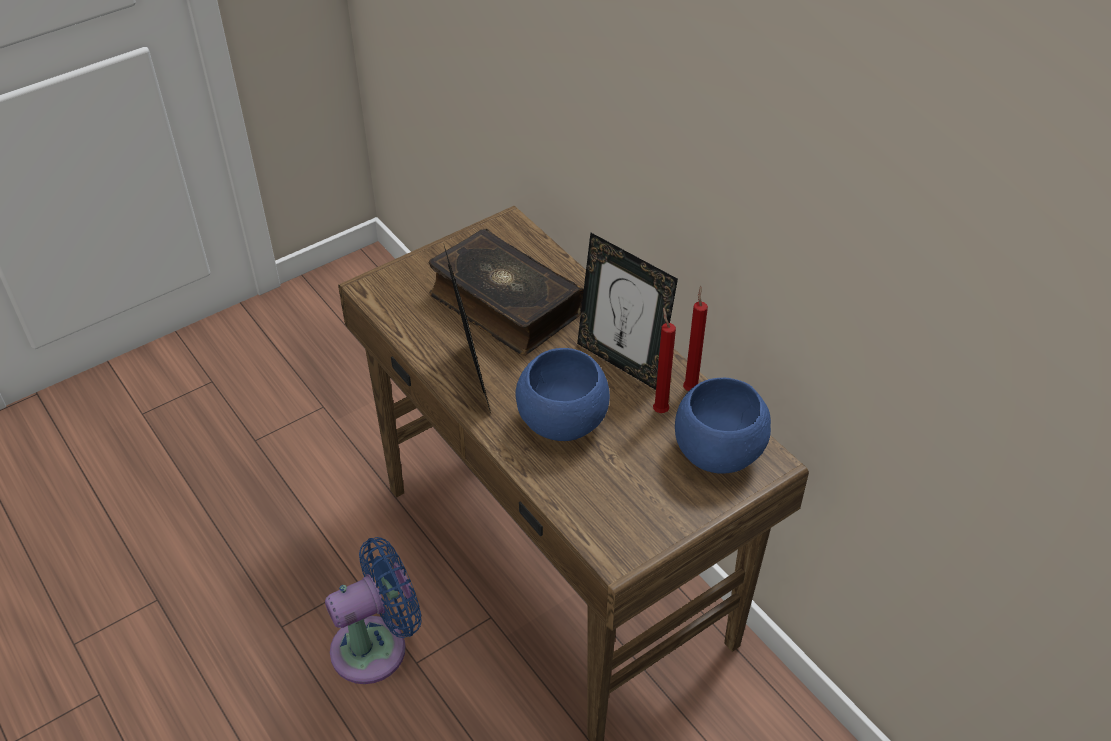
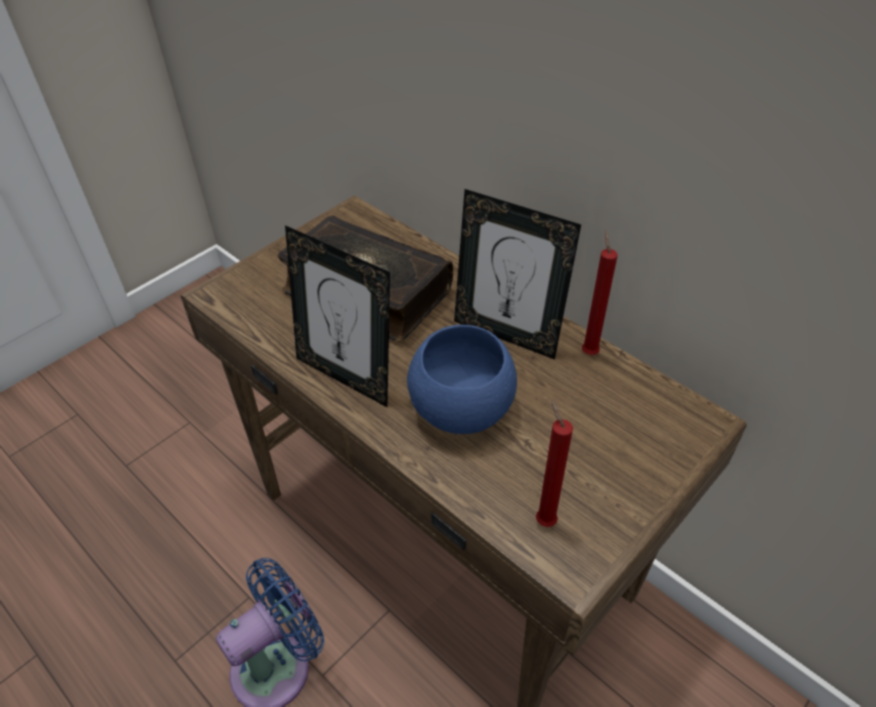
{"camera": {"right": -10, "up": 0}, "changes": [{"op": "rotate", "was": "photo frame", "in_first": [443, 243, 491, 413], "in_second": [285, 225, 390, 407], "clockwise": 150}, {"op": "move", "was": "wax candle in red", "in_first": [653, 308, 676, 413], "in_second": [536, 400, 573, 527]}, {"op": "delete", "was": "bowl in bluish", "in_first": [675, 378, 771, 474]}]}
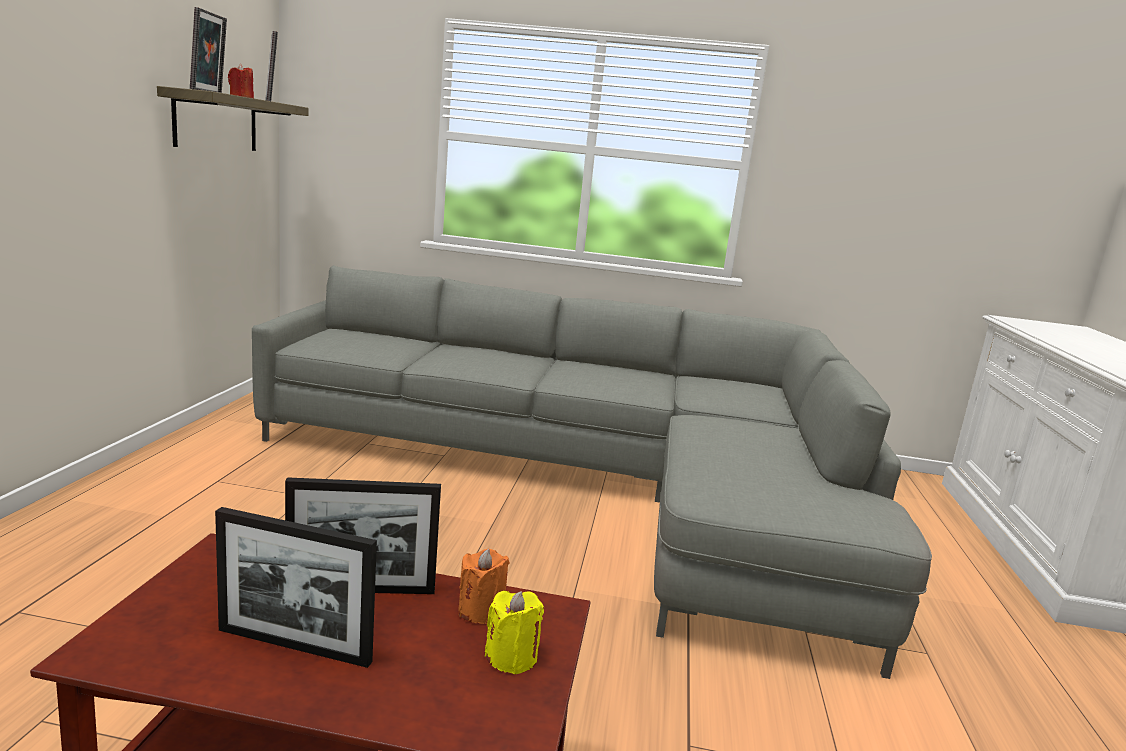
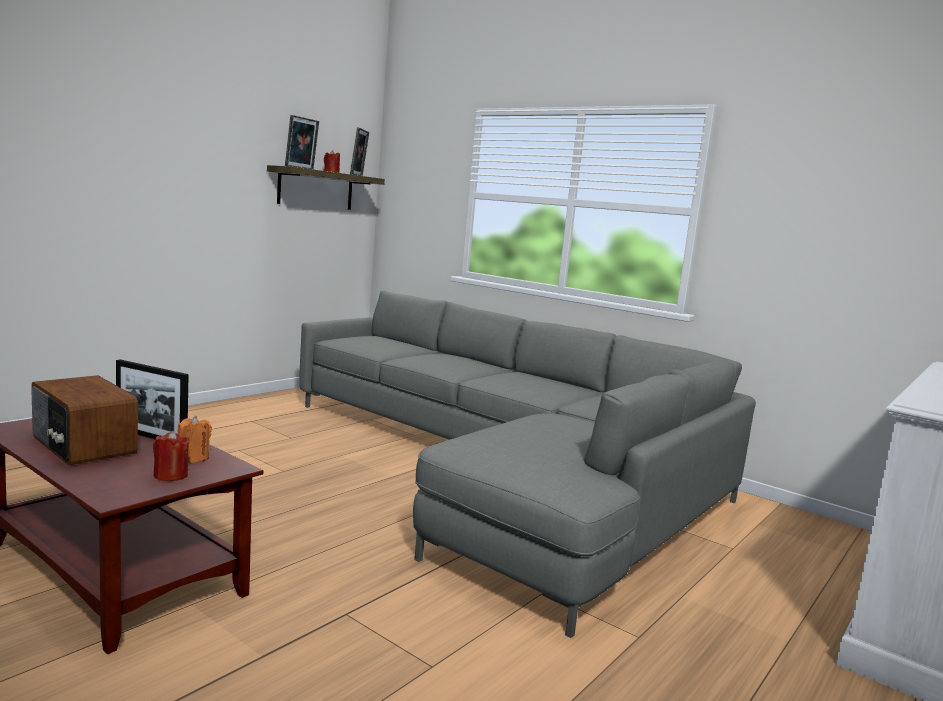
{"camera": {"right": 30, "up": -5}, "changes": [{"op": "replace", "was": "photo frame", "now": "radio set", "in_first": [215, 507, 377, 668], "in_second": [32, 375, 138, 465]}, {"op": "recolor", "was": "wax candle in yellow-coloured", "now": "wax candle in red", "in_first": [484, 591, 544, 675], "in_second": [153, 431, 189, 481]}]}
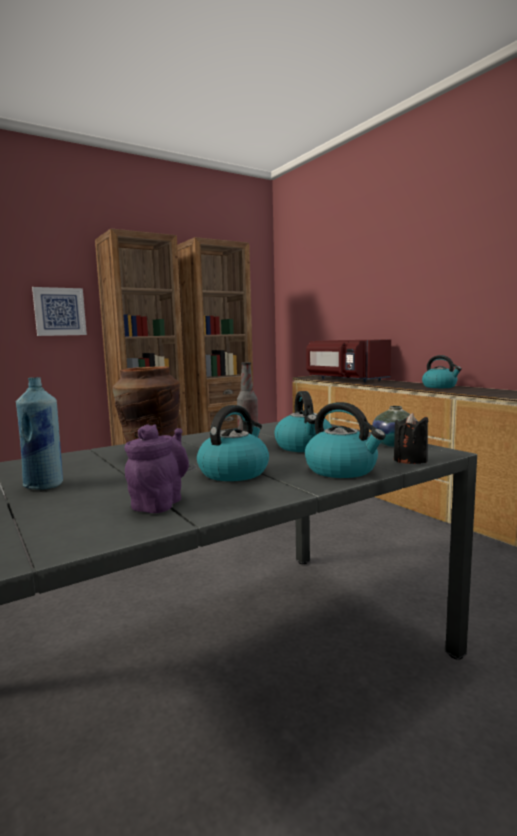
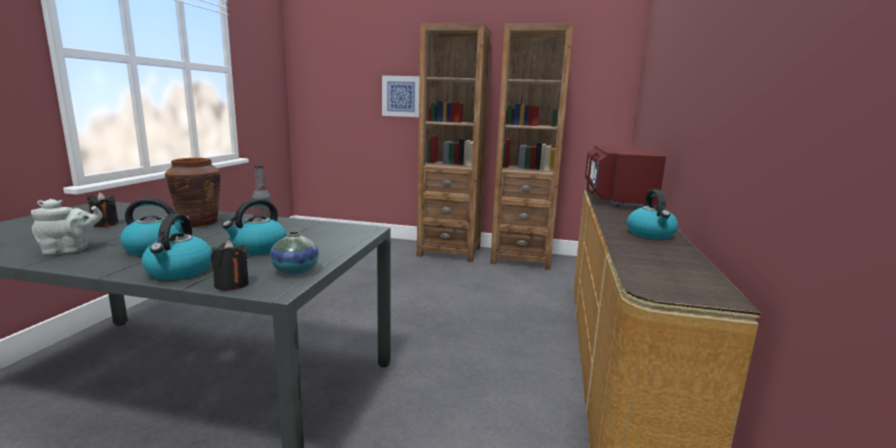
{"camera": {"right": 45, "up": 5}, "changes": [{"op": "replace", "was": "bottle in bluish", "now": "wax candle in blackish", "in_first": [16, 377, 63, 490], "in_second": [87, 192, 119, 227]}, {"op": "recolor", "was": "teapot in purple-coloured", "now": "teapot in gray", "in_first": [124, 424, 189, 513], "in_second": [31, 199, 103, 255]}]}
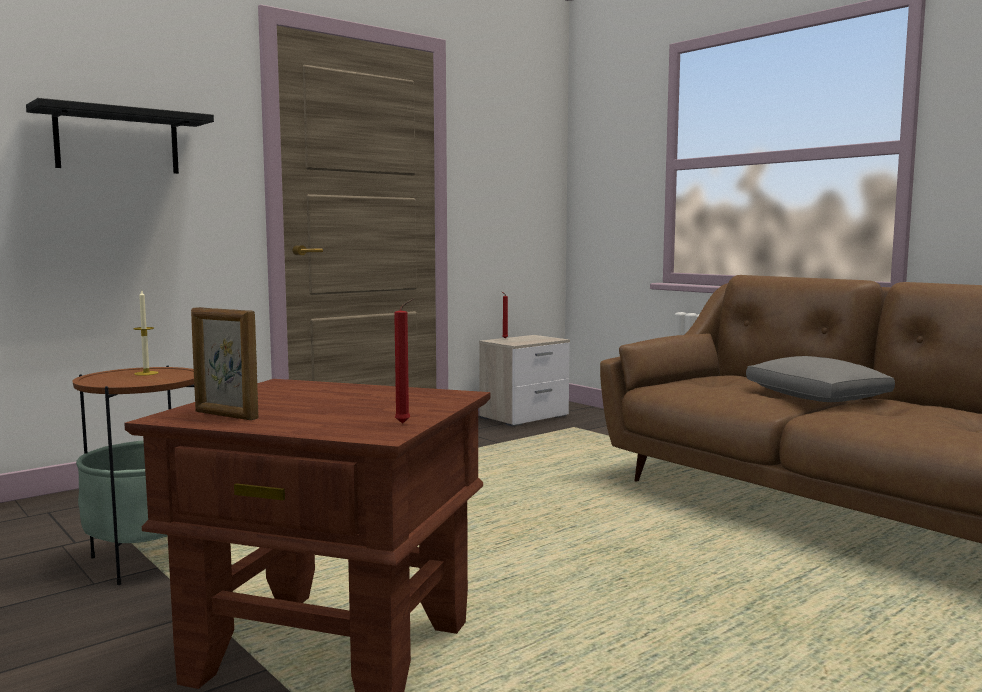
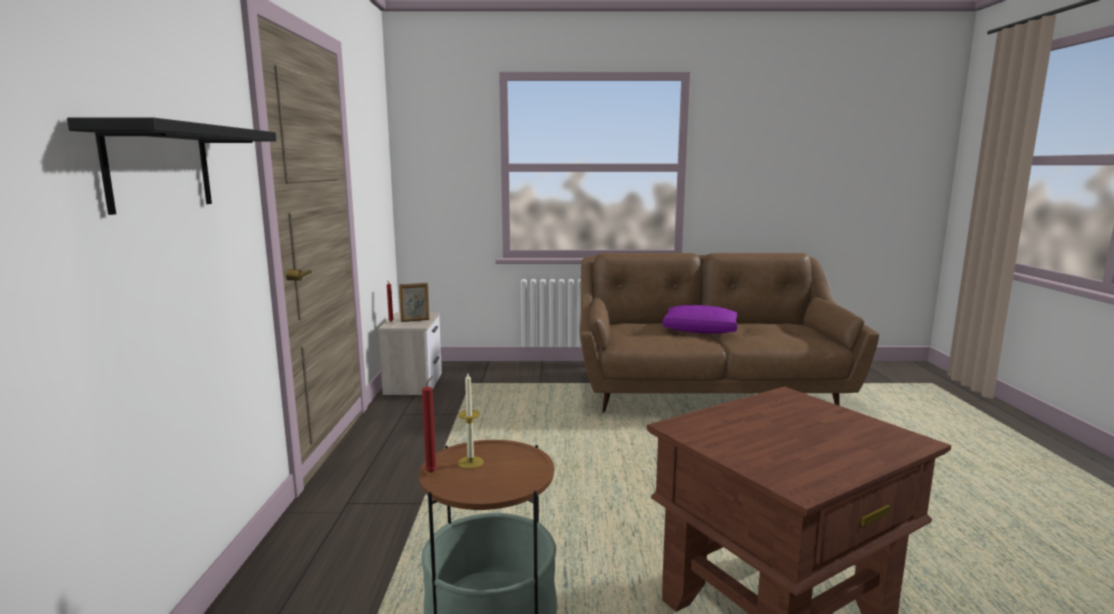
{"camera": {"right": -50, "up": 5}, "changes": [{"op": "move", "was": "photo frame", "in_first": [191, 307, 259, 420], "in_second": [399, 283, 429, 322]}, {"op": "move", "was": "wax candle in red", "in_first": [394, 299, 414, 424], "in_second": [422, 376, 437, 473]}, {"op": "recolor", "was": "cushion in gray", "now": "cushion in purple-coloured", "in_first": [746, 356, 895, 402], "in_second": [663, 305, 737, 334]}]}
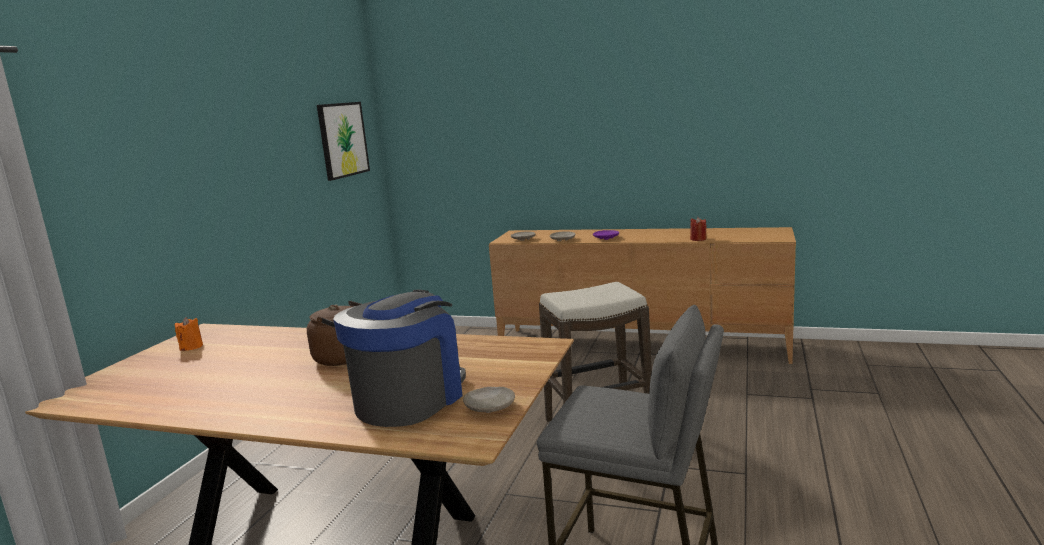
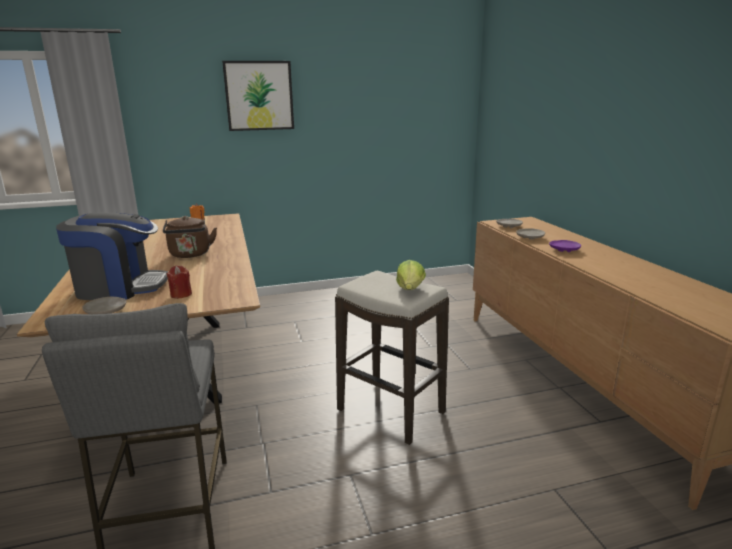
{"camera": {"right": 55, "up": 5}, "changes": [{"op": "move", "was": "wall picture", "in_first": [317, 102, 370, 181], "in_second": [222, 61, 294, 131]}, {"op": "move", "was": "wax candle in red", "in_first": [690, 217, 707, 241], "in_second": [167, 266, 192, 299]}, {"op": "insert", "now": "head of lettuce", "in_second": [396, 260, 426, 290]}]}
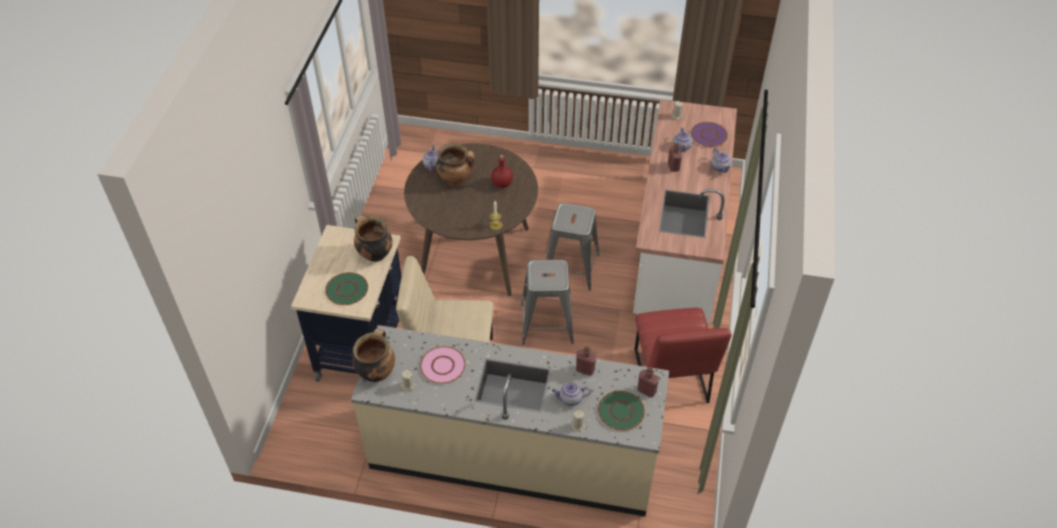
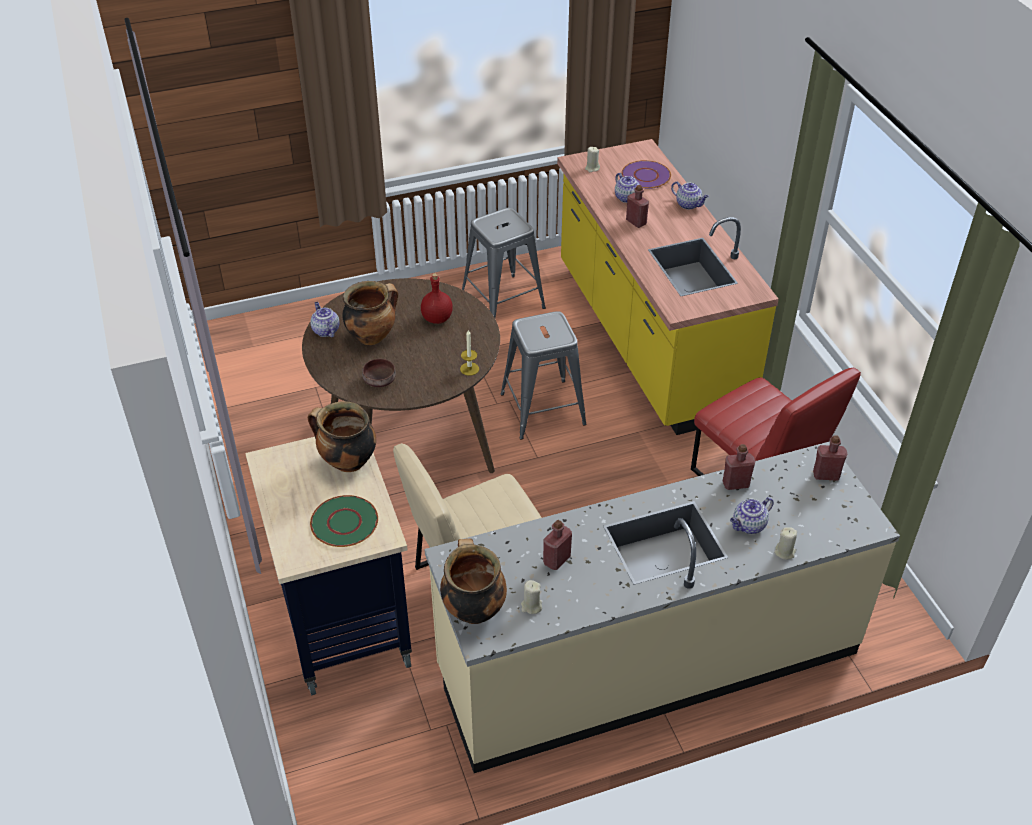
{"camera": {"right": -30, "up": -5}, "changes": [{"op": "replace", "was": "dinner plate in pinkish", "now": "bottle in red", "in_first": [420, 346, 465, 384], "in_second": [543, 520, 572, 570]}, {"op": "move", "was": "stool seat in gray", "in_first": [521, 260, 574, 345], "in_second": [462, 208, 546, 318]}, {"op": "delete", "was": "dinner plate in greenish", "in_first": [598, 391, 645, 431]}, {"op": "recolor", "was": "kitchen counter in whitish", "now": "kitchen counter in yellow-coloured", "in_first": [633, 99, 737, 325], "in_second": [557, 139, 779, 435]}, {"op": "insert", "now": "bowl in brownish", "in_second": [362, 359, 396, 387]}]}
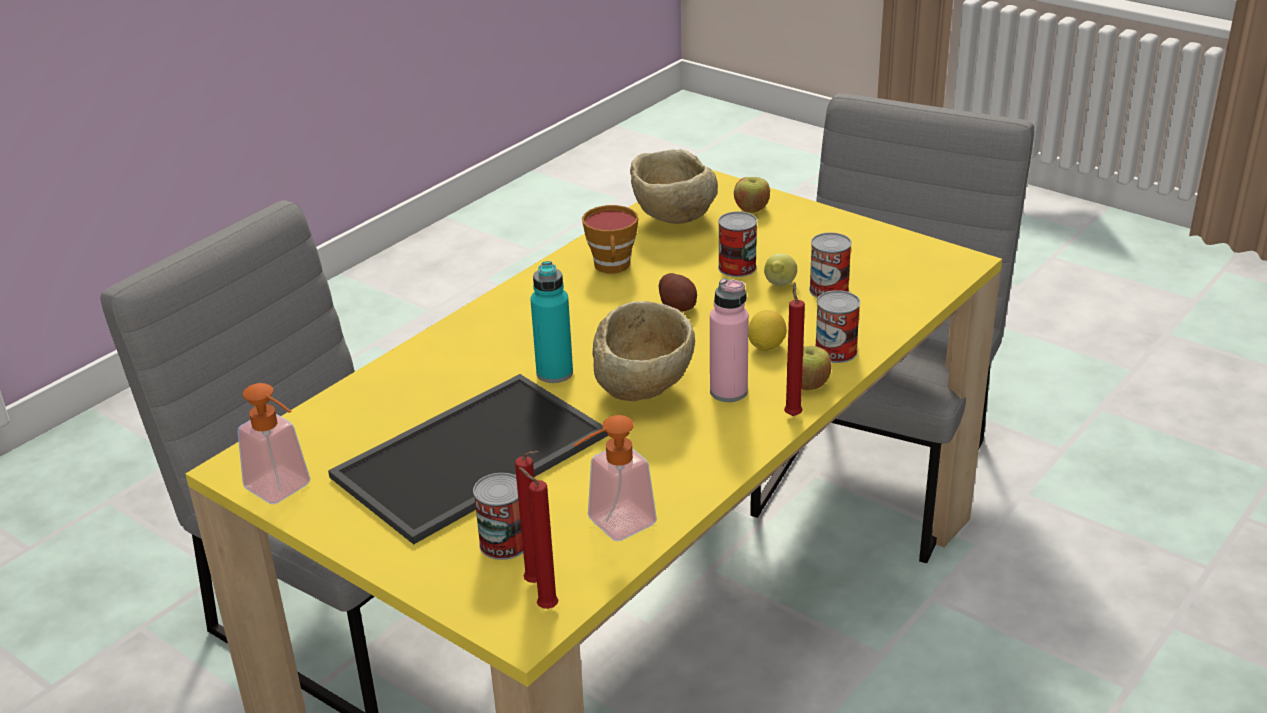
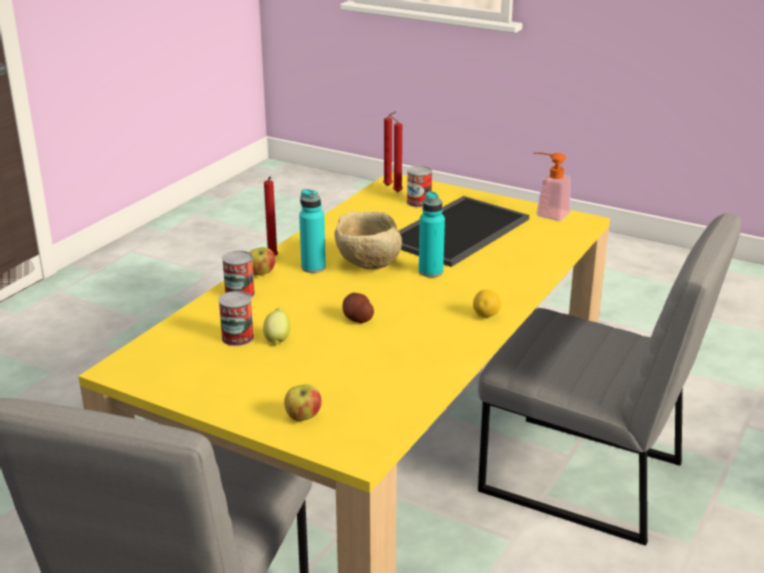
{"camera": {"right": 170, "up": -5}, "changes": [{"op": "delete", "was": "soap dispenser", "in_first": [573, 415, 657, 541]}, {"op": "delete", "was": "cup", "in_first": [582, 205, 638, 273]}, {"op": "delete", "was": "bowl in sand-coloured", "in_first": [630, 149, 718, 224]}, {"op": "recolor", "was": "bottle in pinkish", "now": "bottle in turquoise", "in_first": [710, 278, 749, 402], "in_second": [299, 189, 326, 273]}, {"op": "delete", "was": "can", "in_first": [718, 211, 757, 277]}, {"op": "move", "was": "whole lemon", "in_first": [748, 310, 787, 351], "in_second": [473, 289, 501, 317]}]}
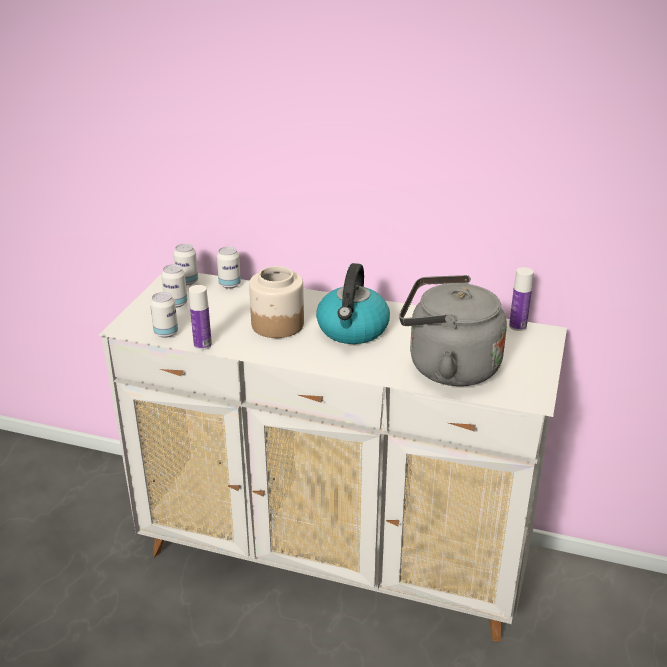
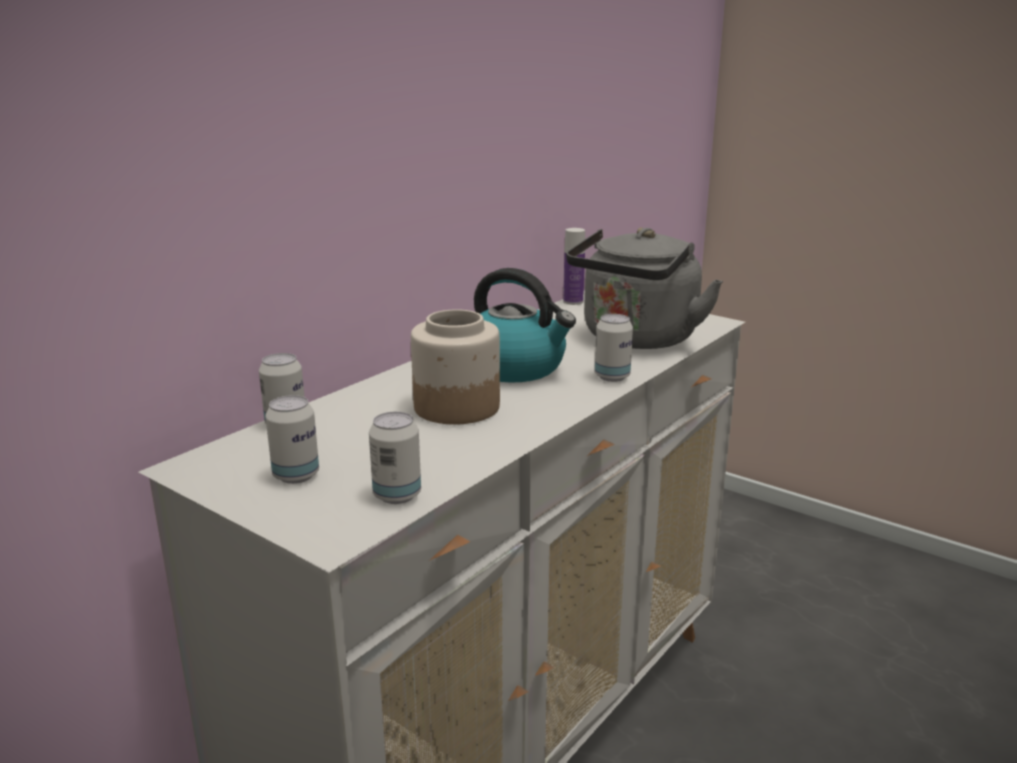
{"camera": {"right": -70, "up": -10}, "changes": [{"op": "move", "was": "can", "in_first": [173, 244, 198, 285], "in_second": [595, 314, 633, 382]}, {"op": "delete", "was": "bottle", "in_first": [189, 285, 212, 350]}]}
